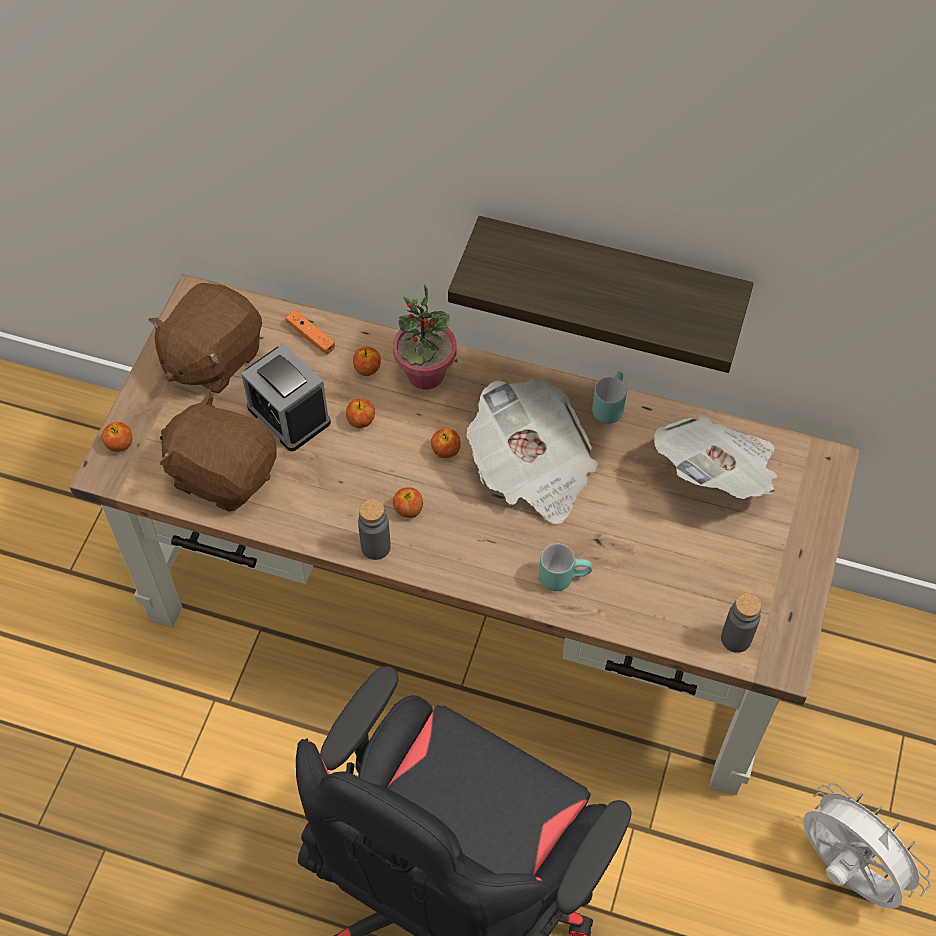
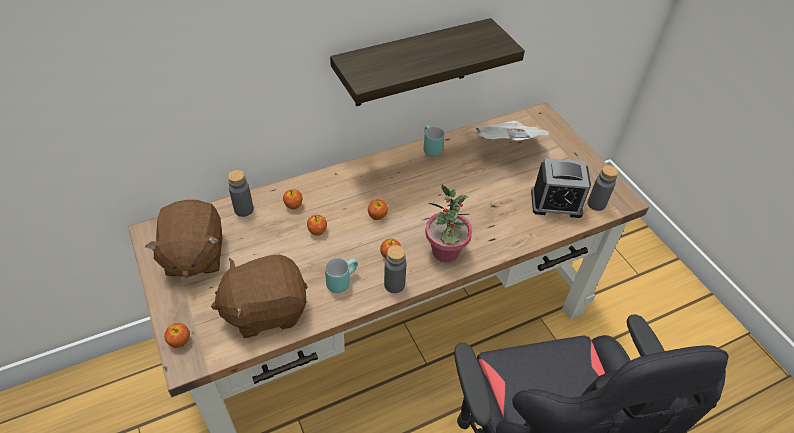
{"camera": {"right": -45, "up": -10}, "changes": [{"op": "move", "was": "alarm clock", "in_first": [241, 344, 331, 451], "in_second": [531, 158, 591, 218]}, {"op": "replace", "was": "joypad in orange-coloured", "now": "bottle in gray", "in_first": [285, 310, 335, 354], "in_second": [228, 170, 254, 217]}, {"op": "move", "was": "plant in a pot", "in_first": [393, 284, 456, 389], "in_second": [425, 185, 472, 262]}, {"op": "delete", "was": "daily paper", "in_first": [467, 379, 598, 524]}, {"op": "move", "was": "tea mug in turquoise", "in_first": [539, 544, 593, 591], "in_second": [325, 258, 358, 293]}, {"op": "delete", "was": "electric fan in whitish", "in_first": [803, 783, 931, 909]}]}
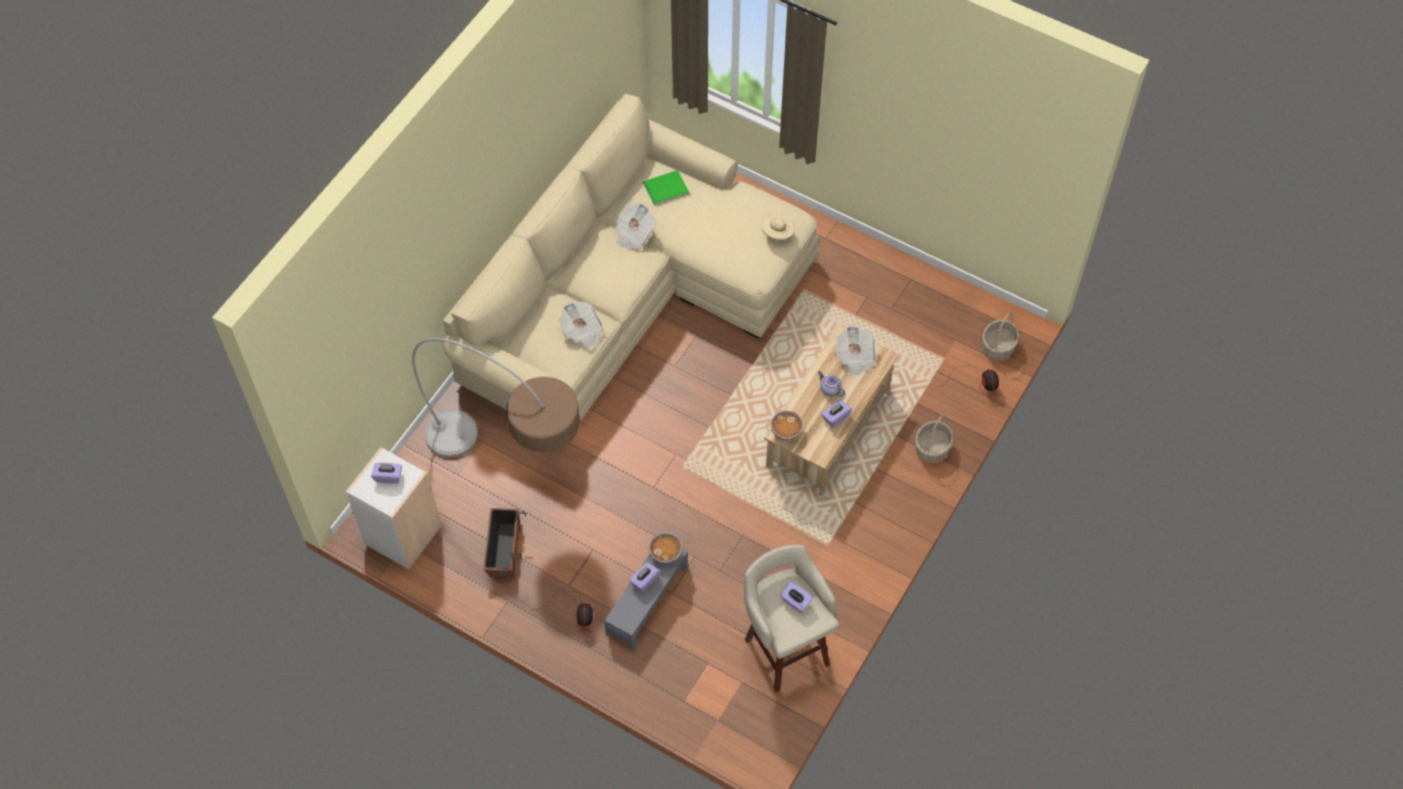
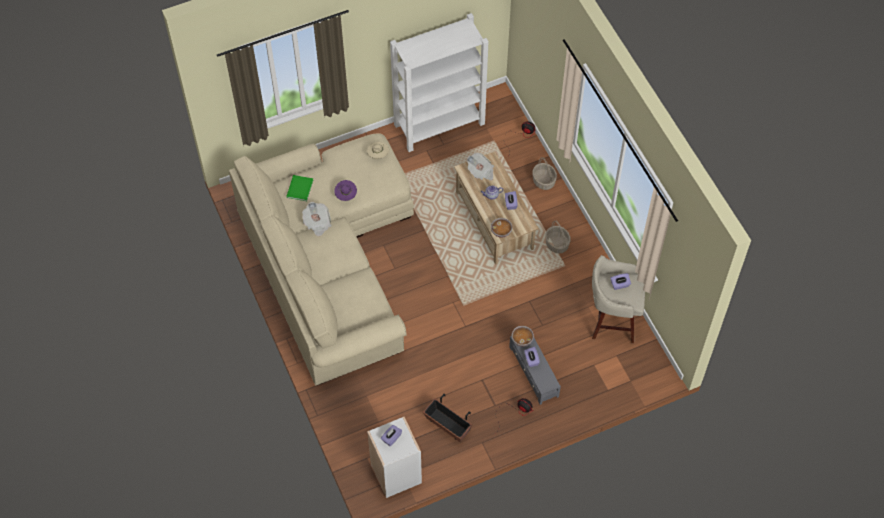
{"camera": {"right": -55, "up": 0}, "changes": [{"op": "delete", "was": "standing lamp", "in_first": [412, 338, 580, 458]}, {"op": "delete", "was": "daily paper", "in_first": [559, 302, 604, 350]}, {"op": "move", "was": "storage basket", "in_first": [982, 312, 1019, 359], "in_second": [545, 221, 571, 254]}, {"op": "insert", "now": "hat in purple-coloured", "in_second": [334, 180, 357, 201]}, {"op": "insert", "now": "bookshelf in whitish", "in_second": [390, 13, 489, 152]}]}
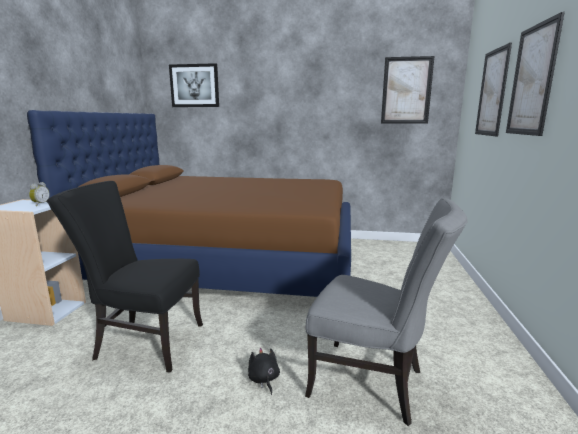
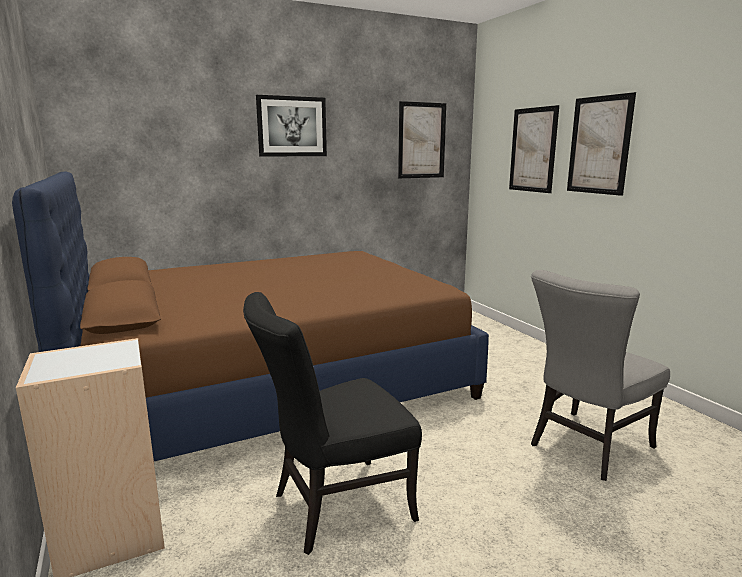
{"camera": {"right": -35, "up": 0}, "changes": [{"op": "delete", "was": "alarm clock", "in_first": [29, 182, 50, 206]}, {"op": "move", "was": "wall picture", "in_first": [169, 63, 219, 107], "in_second": [256, 95, 327, 157]}, {"op": "delete", "was": "soft toy in blackish", "in_first": [248, 348, 280, 395]}, {"op": "rotate", "was": "upright chair in gray", "in_first": [305, 198, 468, 426], "in_second": [531, 270, 670, 481], "clockwise": 150}]}
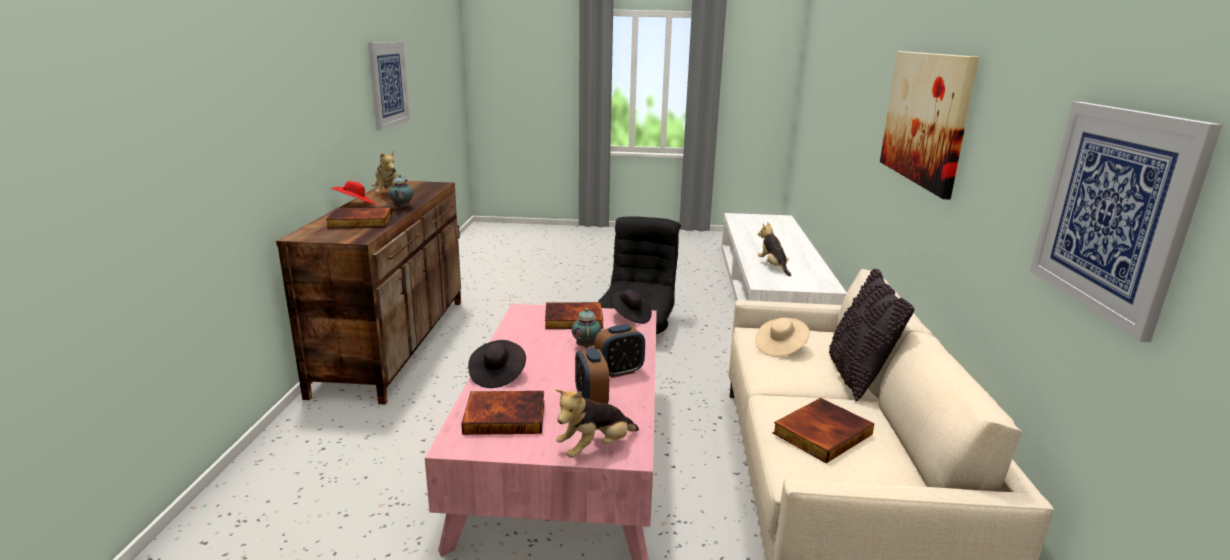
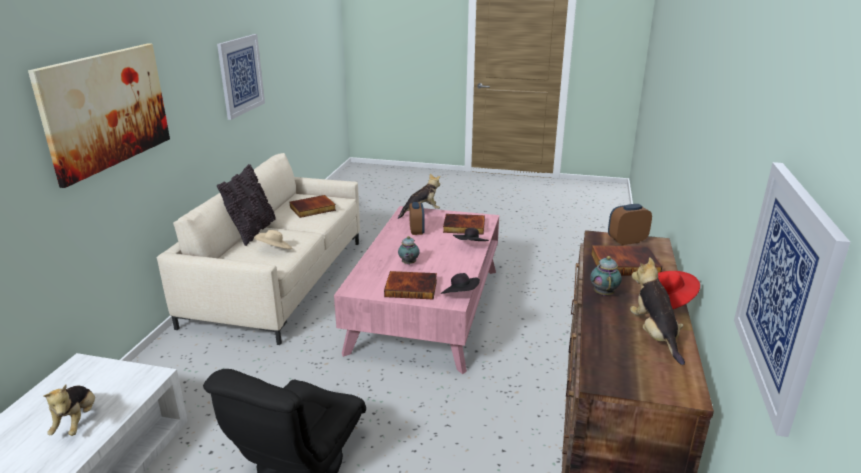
{"camera": {"right": -170, "up": 5}, "changes": [{"op": "move", "was": "alarm clock", "in_first": [595, 324, 645, 378], "in_second": [608, 204, 652, 245]}, {"op": "move", "was": "hat in blackish", "in_first": [609, 289, 652, 324], "in_second": [441, 273, 480, 294]}]}
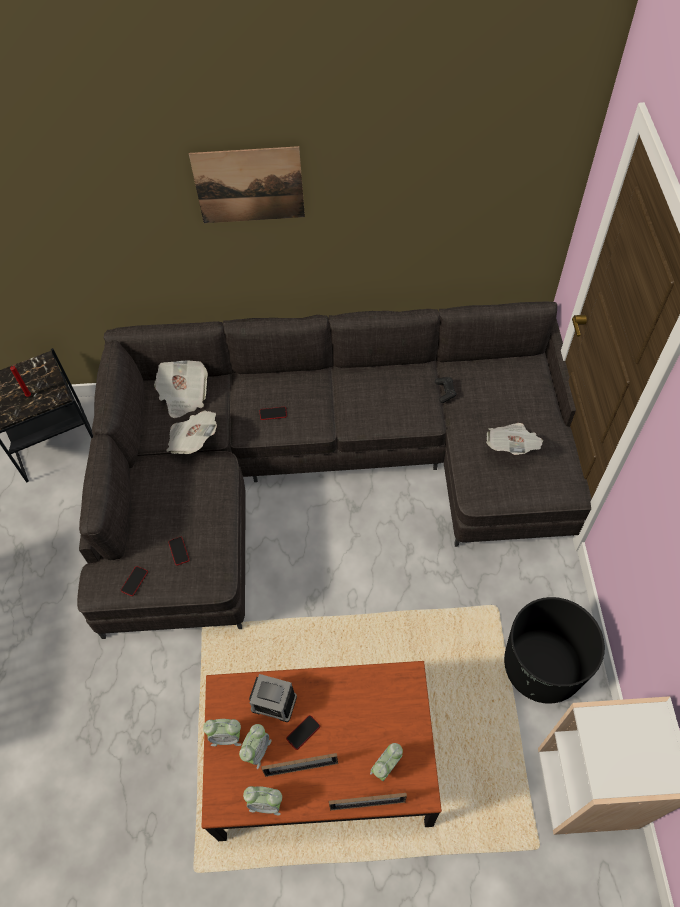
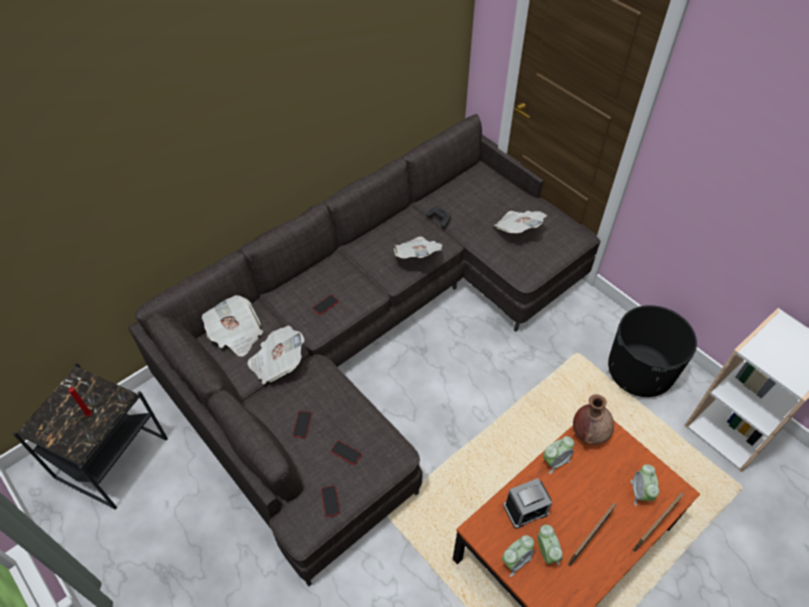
{"camera": {"right": -40, "up": -5}, "changes": [{"op": "delete", "was": "wall picture", "in_first": [189, 146, 305, 223]}, {"op": "move", "was": "alarm clock", "in_first": [243, 786, 282, 815], "in_second": [543, 436, 574, 474]}, {"op": "move", "was": "handset", "in_first": [286, 715, 320, 750], "in_second": [292, 411, 312, 438]}, {"op": "insert", "now": "daily paper", "in_second": [394, 237, 443, 259]}, {"op": "insert", "now": "decorative vase in brownish", "in_second": [573, 394, 614, 444]}]}
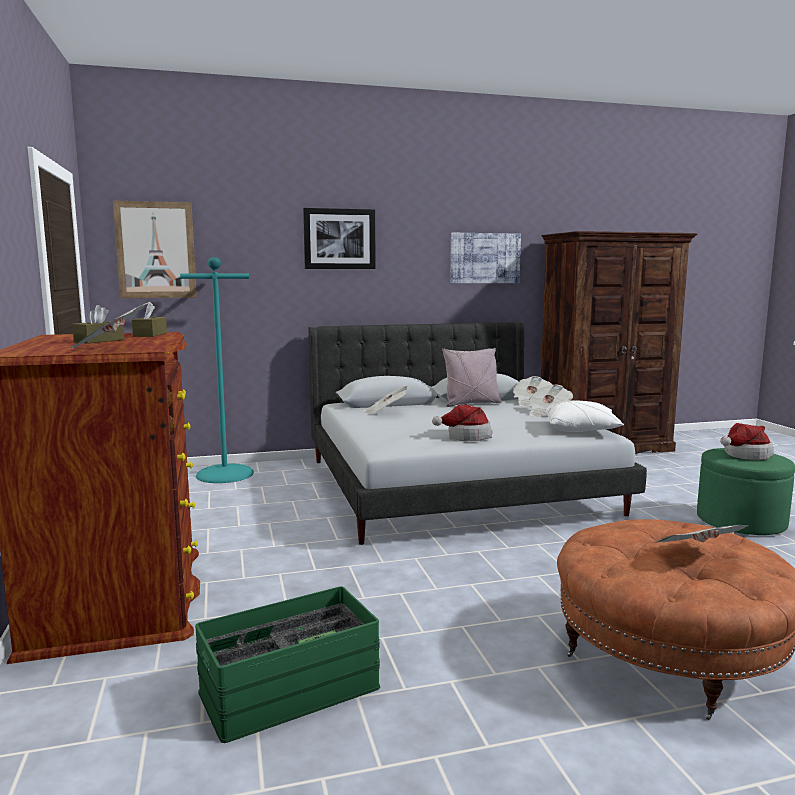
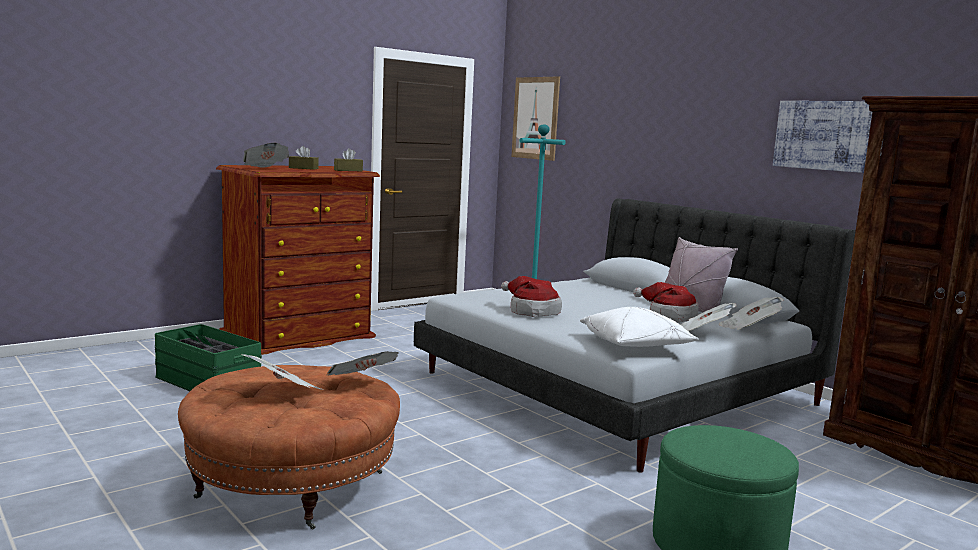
{"camera": {"right": 65, "up": 0}, "changes": [{"op": "delete", "was": "wall picture", "in_first": [303, 208, 376, 269]}, {"op": "move", "was": "daily paper", "in_first": [363, 386, 409, 414], "in_second": [327, 351, 399, 375]}, {"op": "move", "was": "hat", "in_first": [720, 423, 774, 460], "in_second": [633, 282, 699, 323]}]}
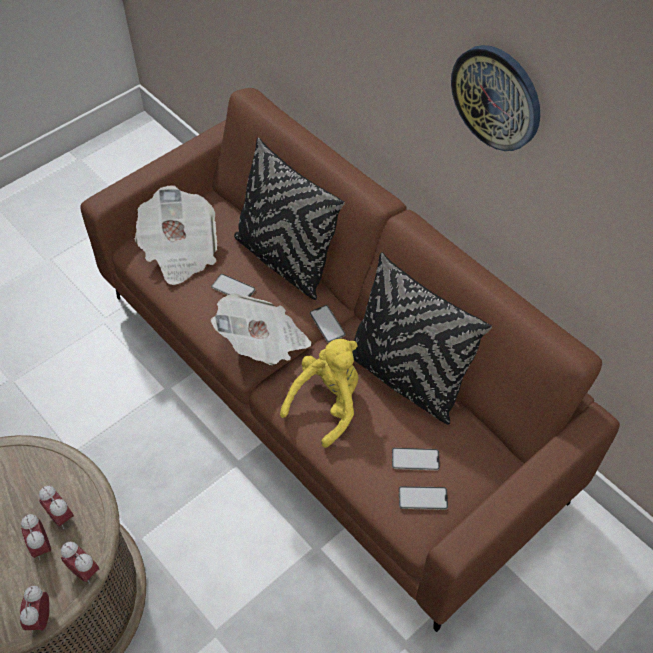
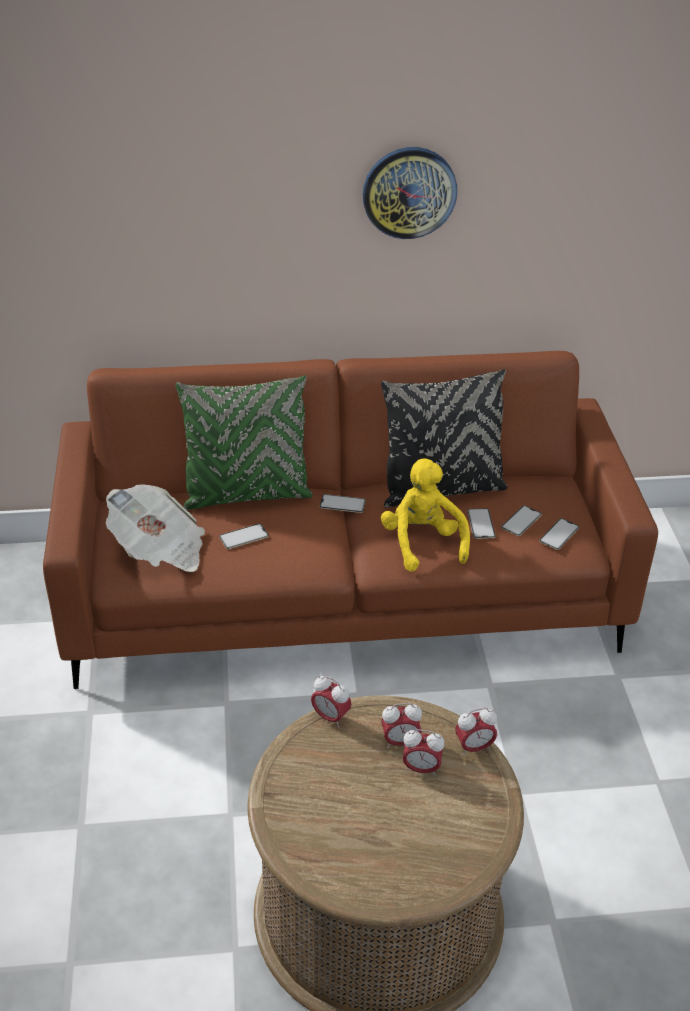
{"camera": {"right": -55, "up": -15}, "changes": [{"op": "move", "was": "alarm clock", "in_first": [20, 586, 50, 633], "in_second": [311, 676, 352, 728]}, {"op": "delete", "was": "daily paper", "in_first": [211, 293, 311, 365]}, {"op": "recolor", "was": "cushion in blackish", "now": "cushion in greenish", "in_first": [234, 138, 345, 300], "in_second": [176, 375, 313, 510]}, {"op": "insert", "now": "handset", "in_second": [467, 508, 496, 539]}]}
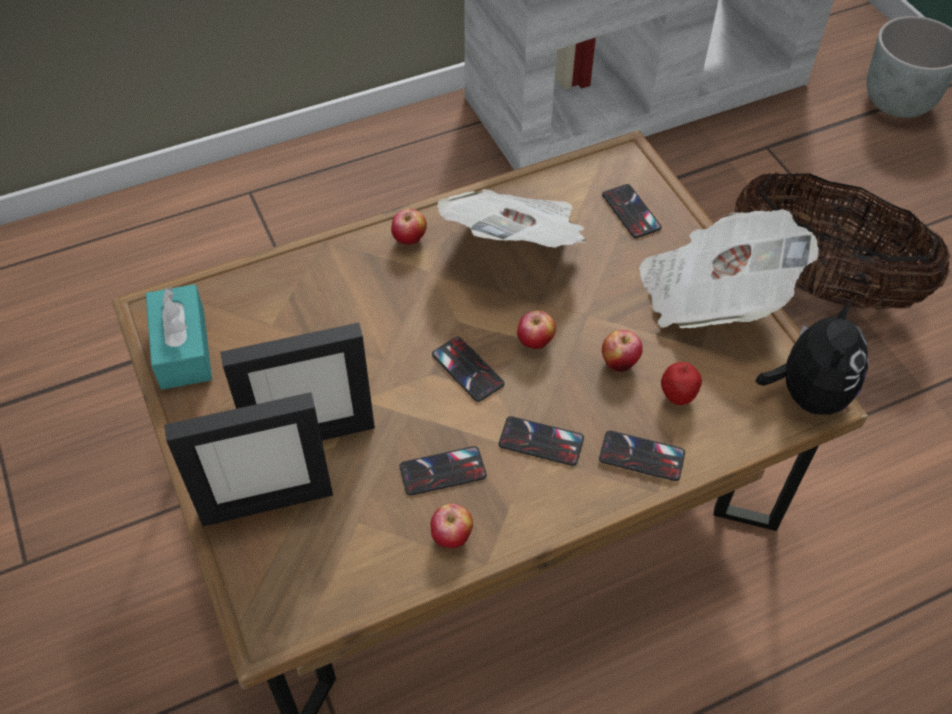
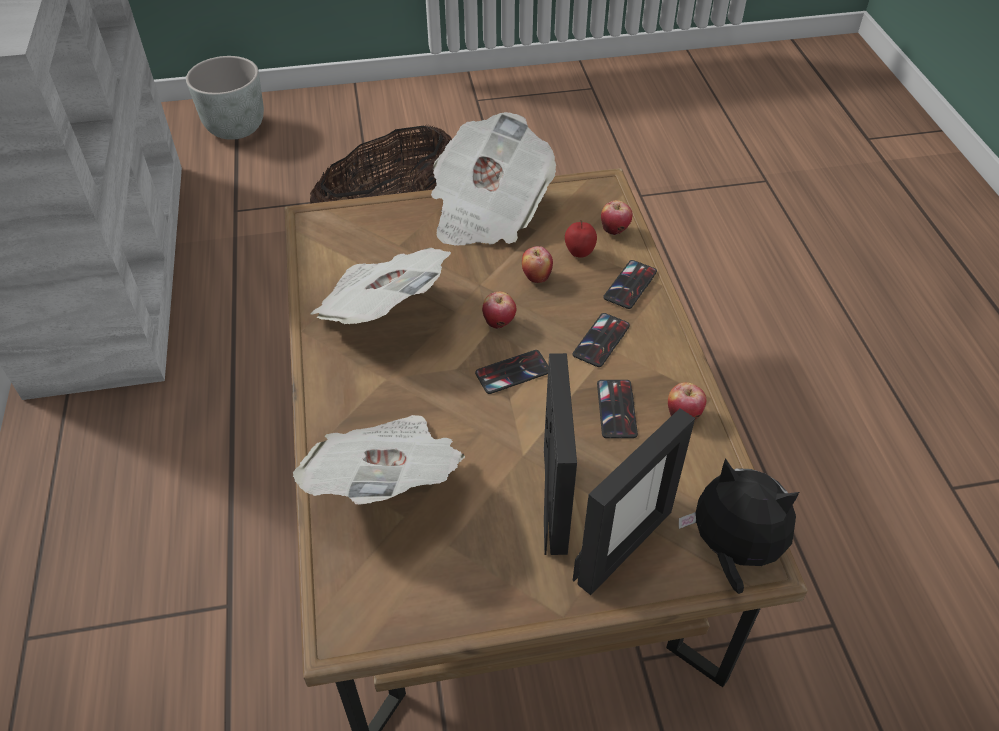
{"camera": {"right": -75, "up": -5}, "changes": [{"op": "delete", "was": "box of tissues in turquoise", "in_first": [146, 284, 212, 390]}, {"op": "rotate", "was": "photo frame", "in_first": [164, 392, 333, 526], "in_second": [573, 408, 695, 595], "clockwise": 45}, {"op": "move", "was": "whole apple", "in_first": [391, 208, 427, 245], "in_second": [601, 200, 632, 235]}, {"op": "delete", "was": "handset", "in_first": [602, 184, 662, 238]}, {"op": "move", "was": "soft toy", "in_first": [755, 299, 869, 415], "in_second": [679, 458, 799, 594]}, {"op": "insert", "now": "daily paper", "in_second": [293, 415, 465, 505]}]}
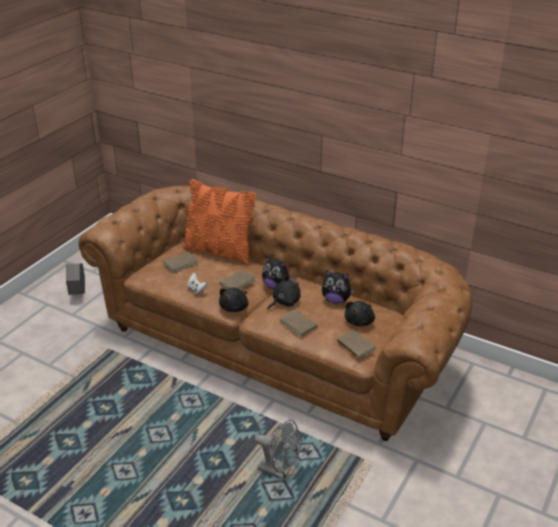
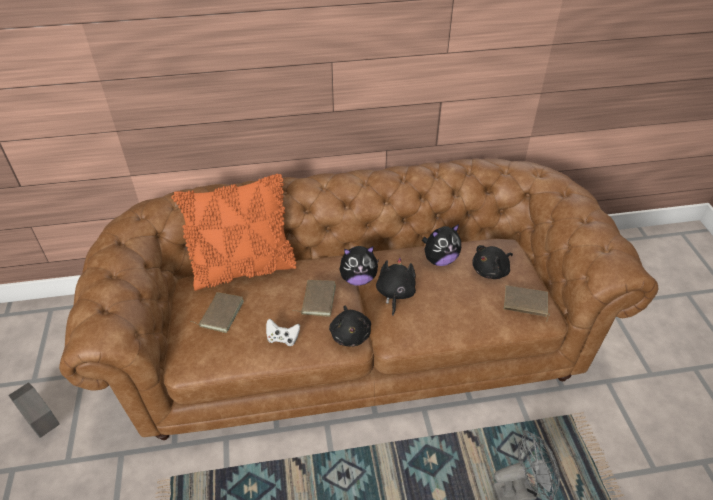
{"camera": {"right": -40, "up": 10}, "changes": [{"op": "delete", "was": "bound book in brownish", "in_first": [280, 307, 318, 336]}, {"op": "rotate", "was": "soft toy in blackish", "in_first": [344, 301, 375, 326], "in_second": [472, 245, 513, 279], "clockwise": 60}]}
